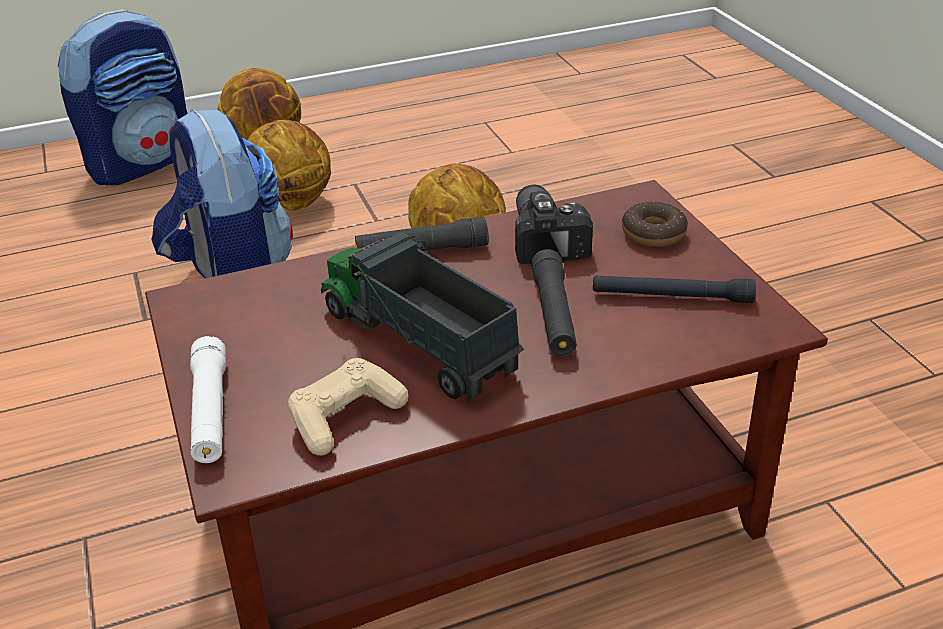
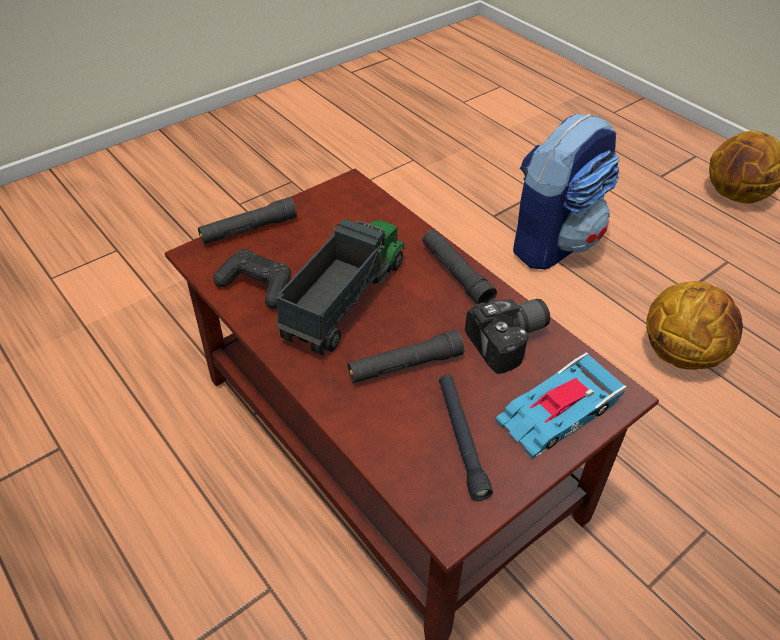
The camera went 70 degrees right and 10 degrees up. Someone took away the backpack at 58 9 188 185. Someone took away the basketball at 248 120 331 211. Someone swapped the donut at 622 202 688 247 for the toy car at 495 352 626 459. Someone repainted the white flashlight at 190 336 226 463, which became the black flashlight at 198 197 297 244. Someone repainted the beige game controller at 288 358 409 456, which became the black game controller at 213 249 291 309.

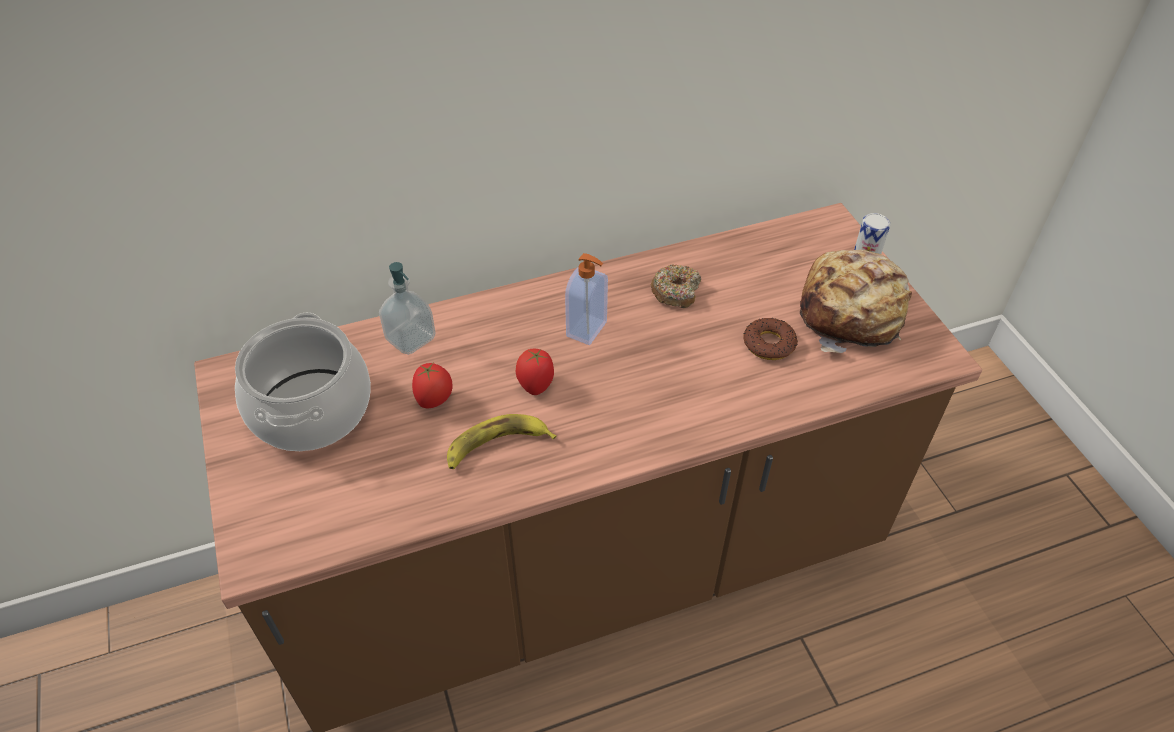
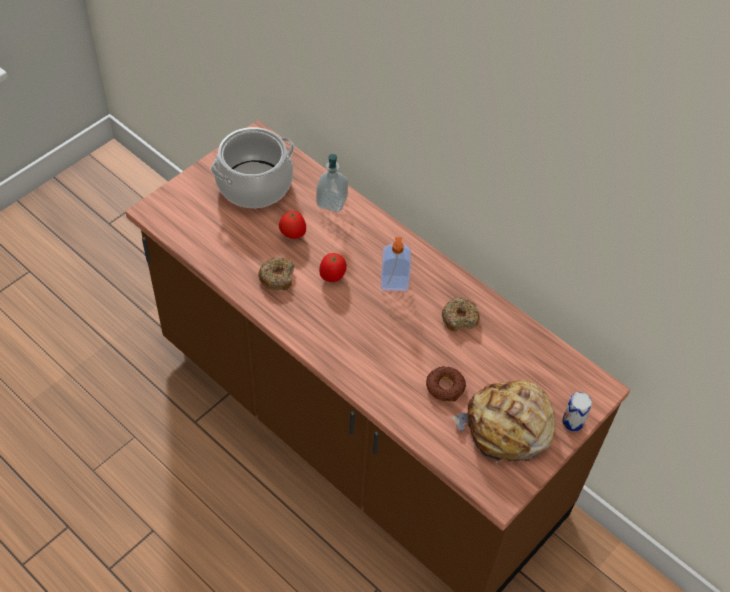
The camera went 60 degrees right and 5 degrees up. Someone swapped the banana at 447 414 557 469 for the donut at 258 257 294 290.

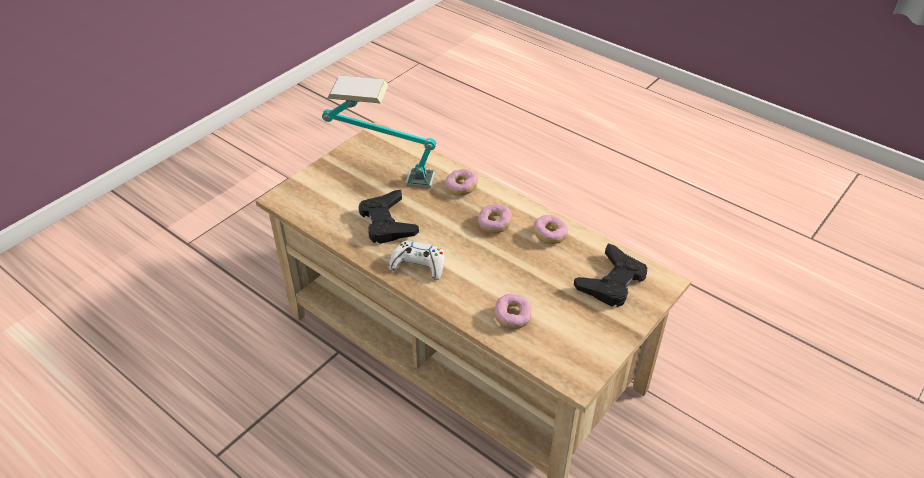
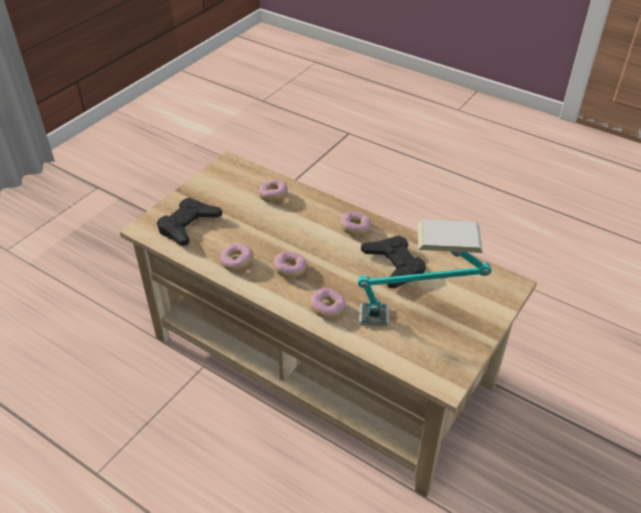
The camera went 175 degrees right and 0 degrees up. Someone swapped the white game controller at 389 241 444 280 for the donut at 340 212 371 236.

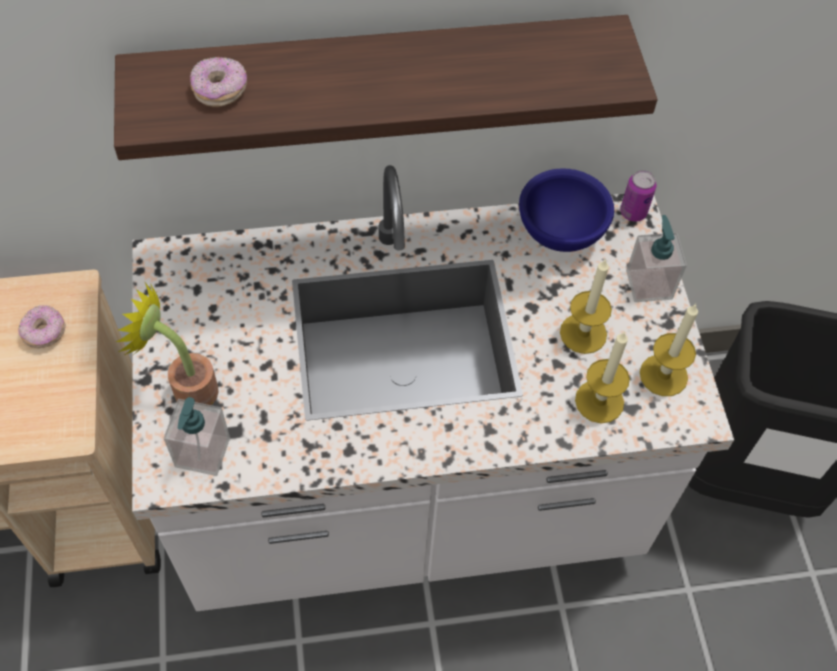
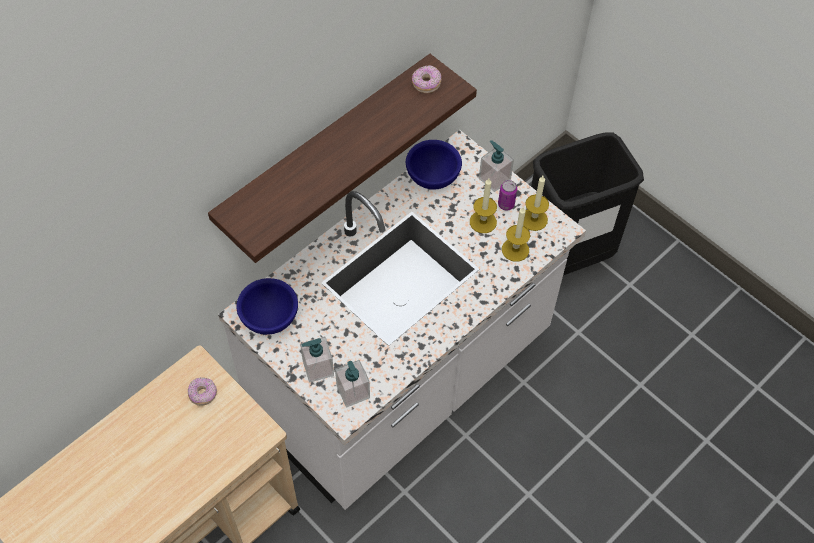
The camera went 35 degrees left and 0 degrees up. Someone put down the blue bowl at 236 278 298 335. Someone carried the donut from 190 57 247 107 to 412 65 441 93. Someone carried the can from 620 170 657 222 to 498 180 517 210. Someone swapped the potted plant at 116 281 219 405 for the soap dispenser at 300 336 334 383.

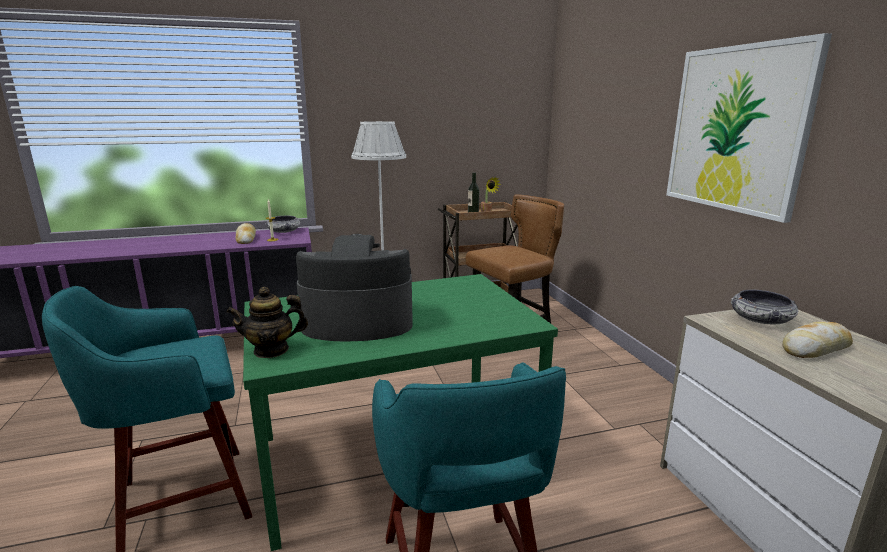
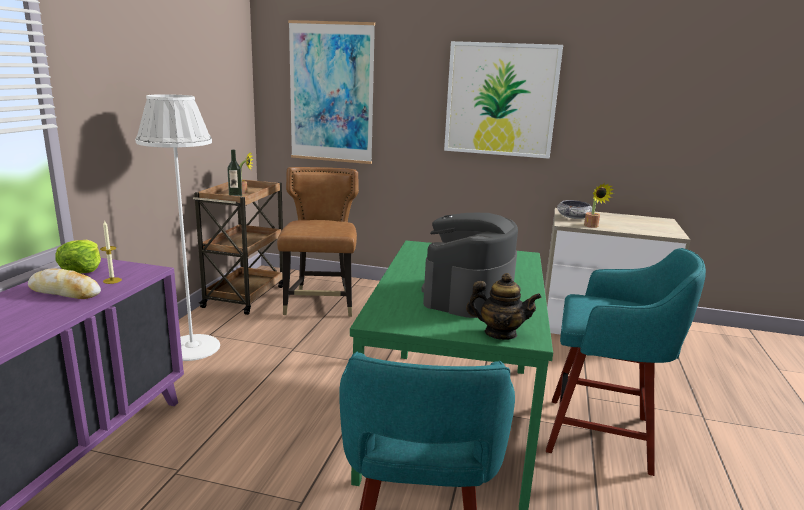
The camera went 60 degrees left and 0 degrees up. Someone took away the bread at 782 321 853 358. Someone put up the picture at 288 20 375 164. Someone put down the potted plant at 584 183 614 228. Someone swapped the bowl at 265 216 300 233 for the lettuce at 55 240 101 273. Someone rotated the teapot at 226 287 308 358 by 90 degrees counterclockwise.

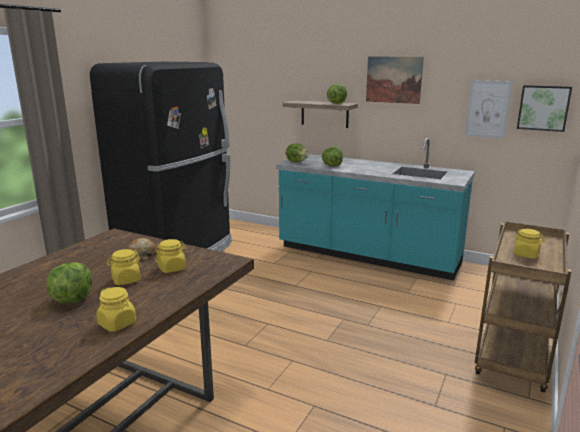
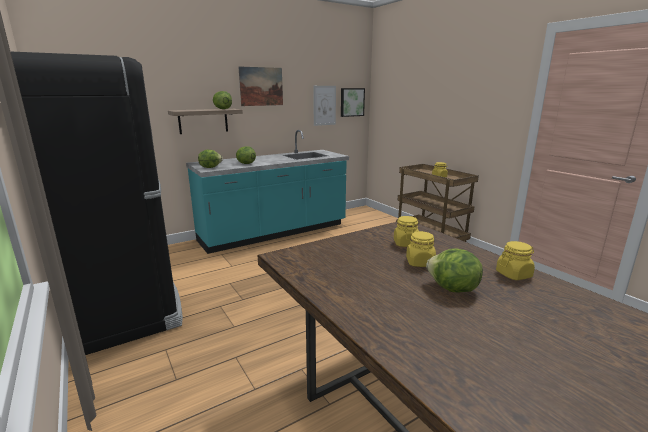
The camera went 60 degrees left and 0 degrees up. Someone took away the bread at 127 238 157 260.

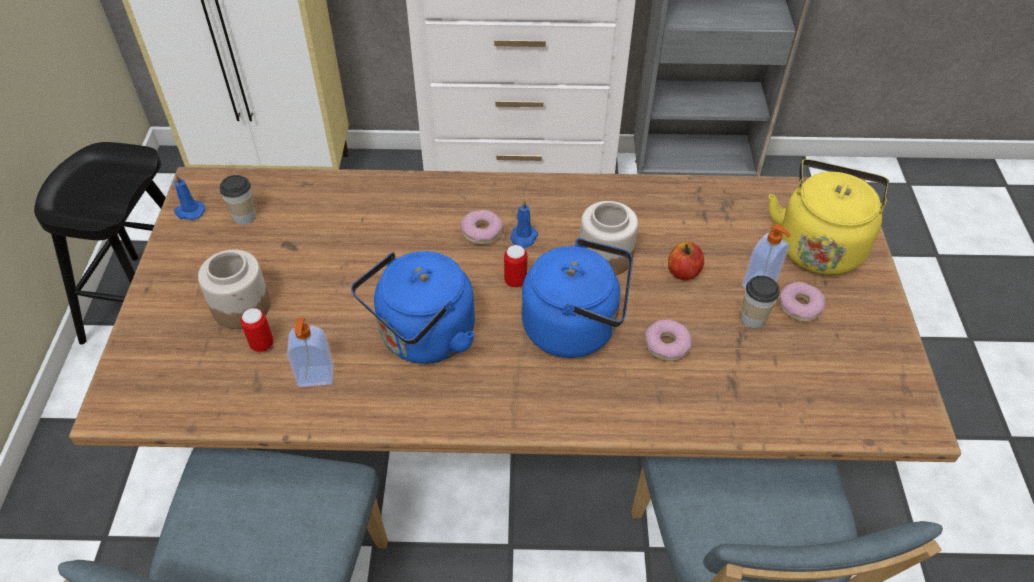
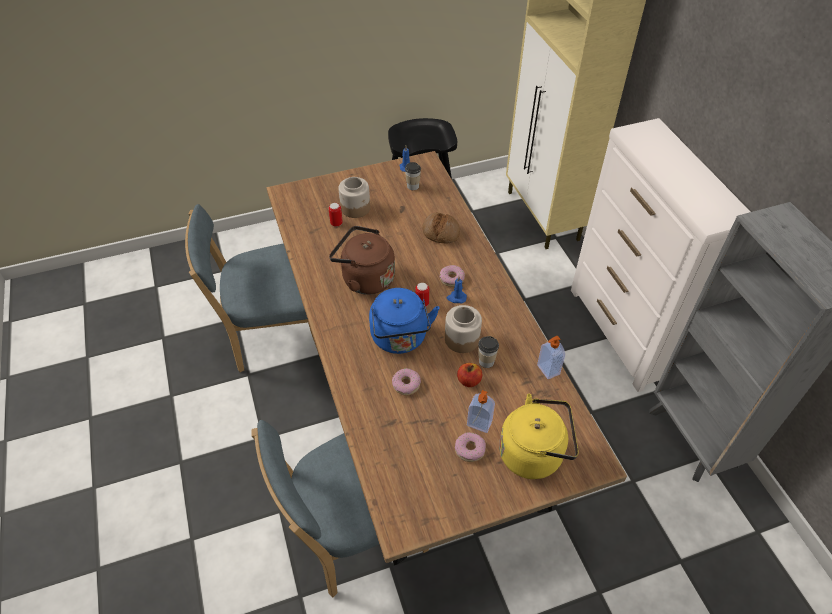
The camera went 70 degrees right and 0 degrees up. Someone put down the bread at 422 213 460 244. Someone carried the soap dispenser from 287 318 333 387 to 537 336 565 379. Someone carried the cup from 741 276 780 328 to 478 336 499 368. Someone repainted the blue kettle at 351 251 475 364, which became the brown kettle at 329 226 395 295.

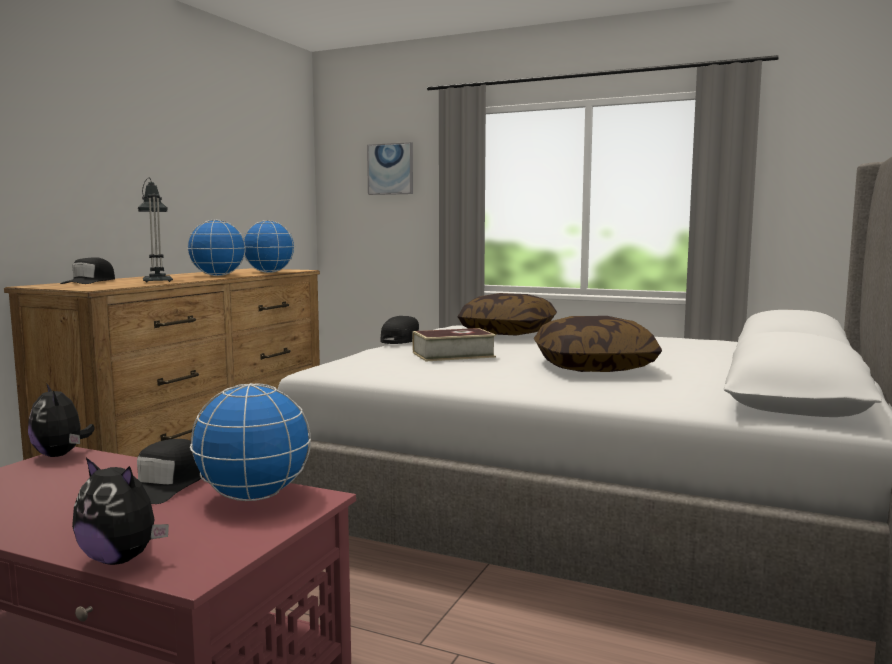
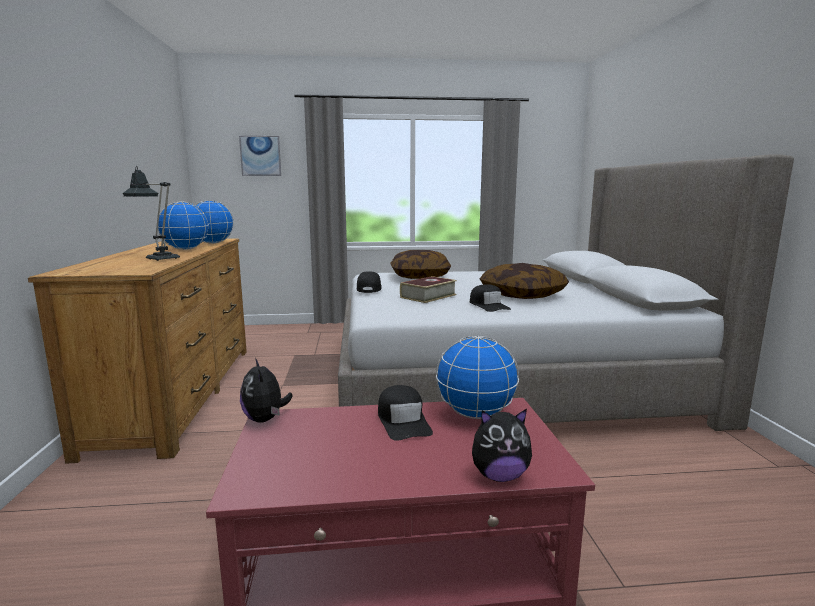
The camera went 30 degrees left and 5 degrees up. Someone carried the black cap from 60 257 115 284 to 470 284 511 312. Someone rotated the plush toy at 28 383 95 457 by 45 degrees clockwise.

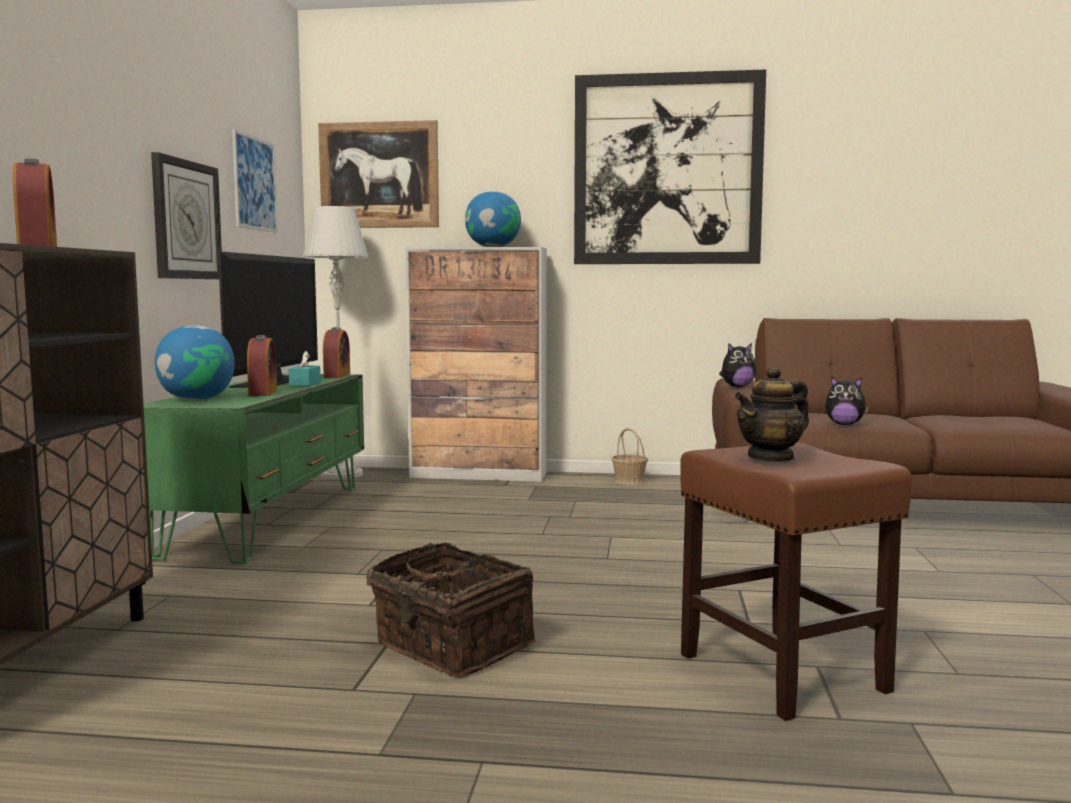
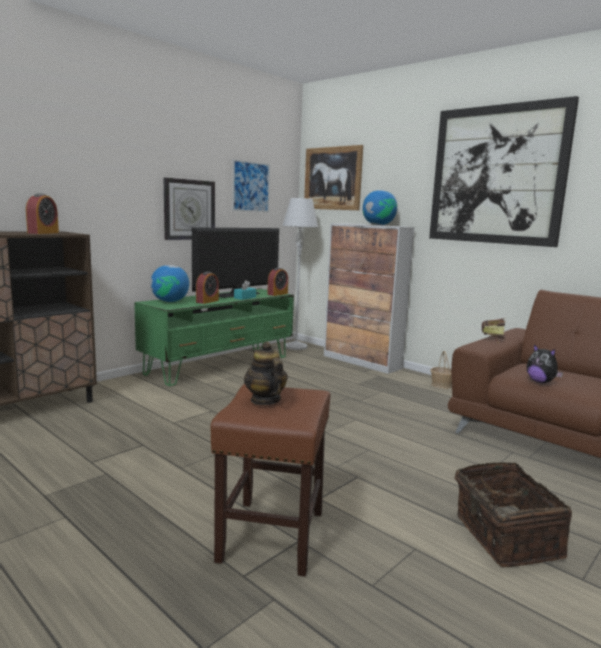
The camera went 35 degrees right and 5 degrees up. Someone carried the basket from 367 542 535 678 to 455 462 572 567. Someone swapped the plush toy at 719 343 756 388 for the book at 482 318 506 343. Someone rotated the teapot at 734 365 809 463 by 60 degrees clockwise.

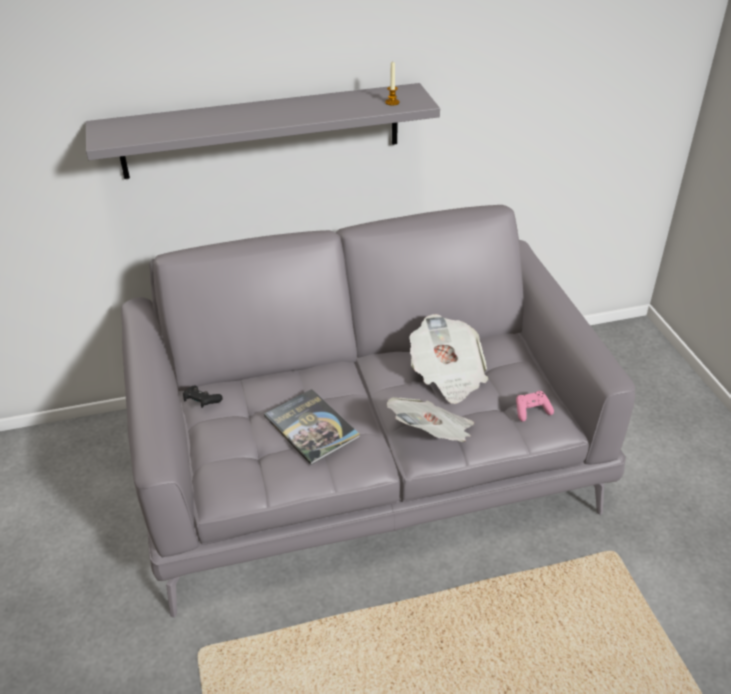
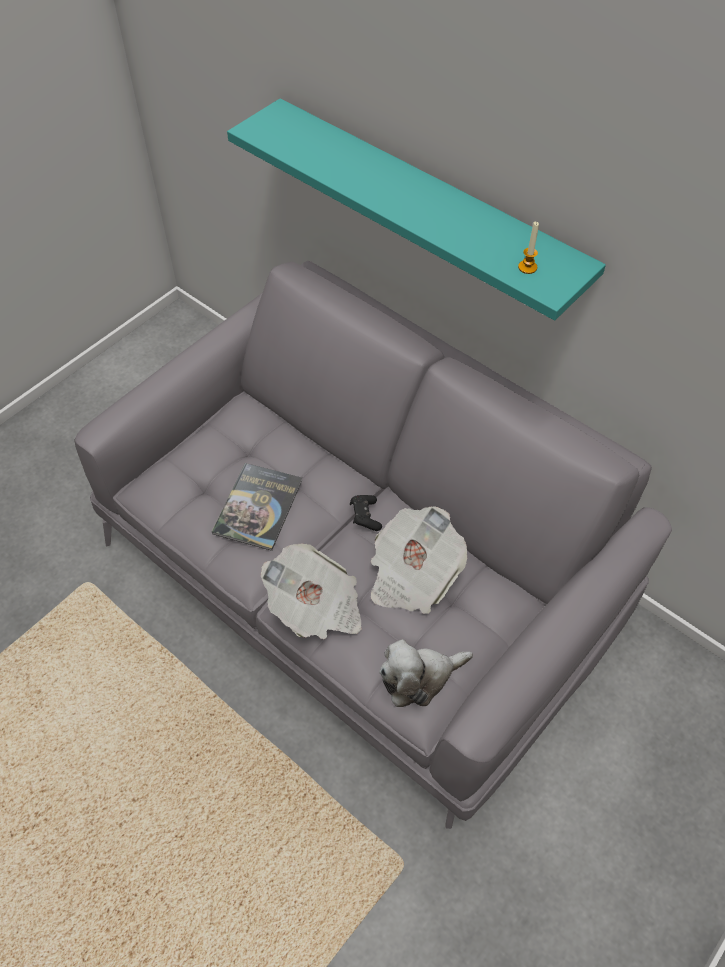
The camera went 55 degrees right and 15 degrees up. Someone carried the black game controller from 183 385 223 408 to 350 495 382 531. Someone swapped the pink game controller at 516 391 554 422 for the plush toy at 379 639 473 707. Someone repainted the grey shelf at 86 83 440 179, which became the turquoise shelf at 227 98 606 321.

